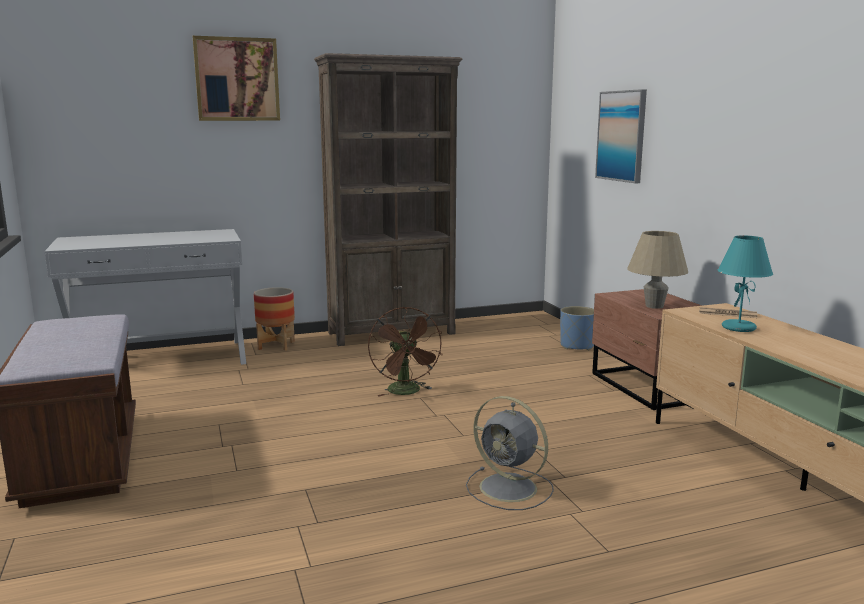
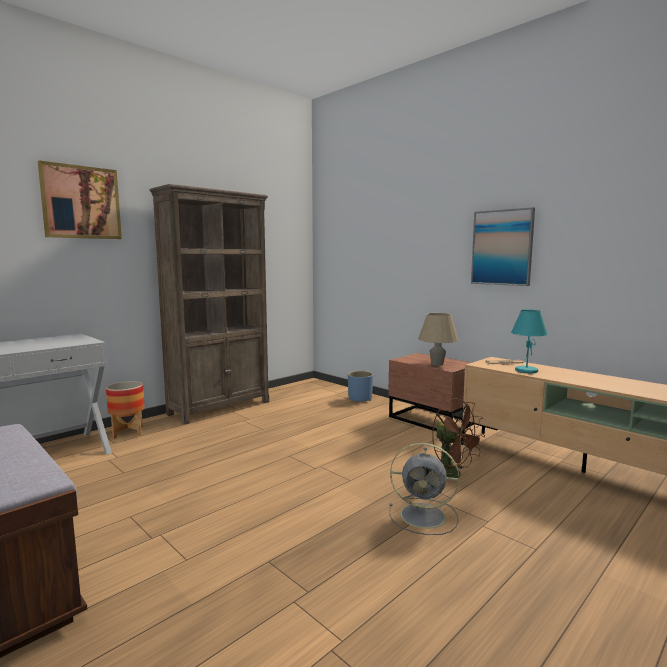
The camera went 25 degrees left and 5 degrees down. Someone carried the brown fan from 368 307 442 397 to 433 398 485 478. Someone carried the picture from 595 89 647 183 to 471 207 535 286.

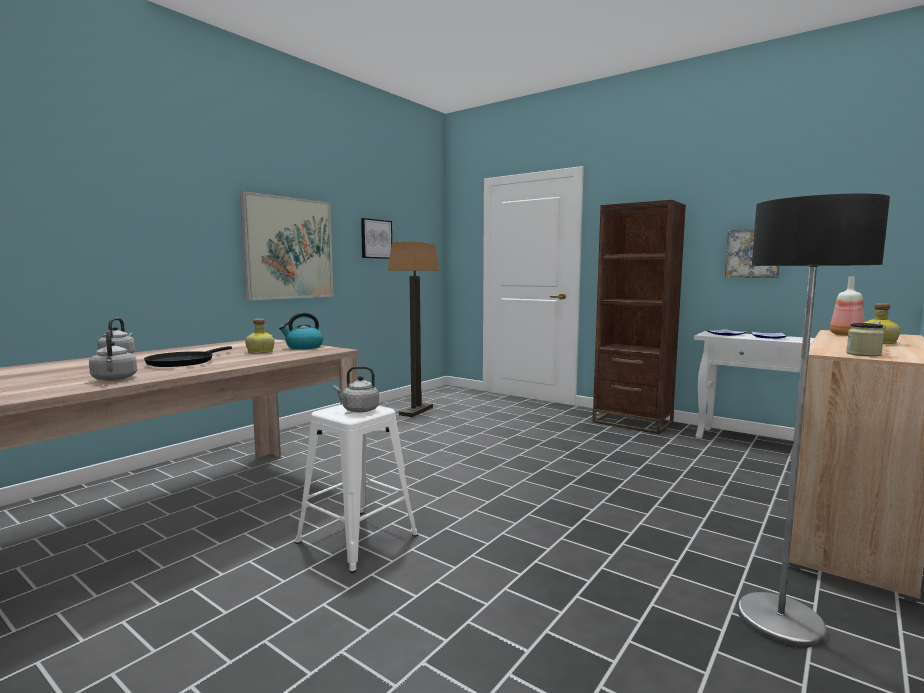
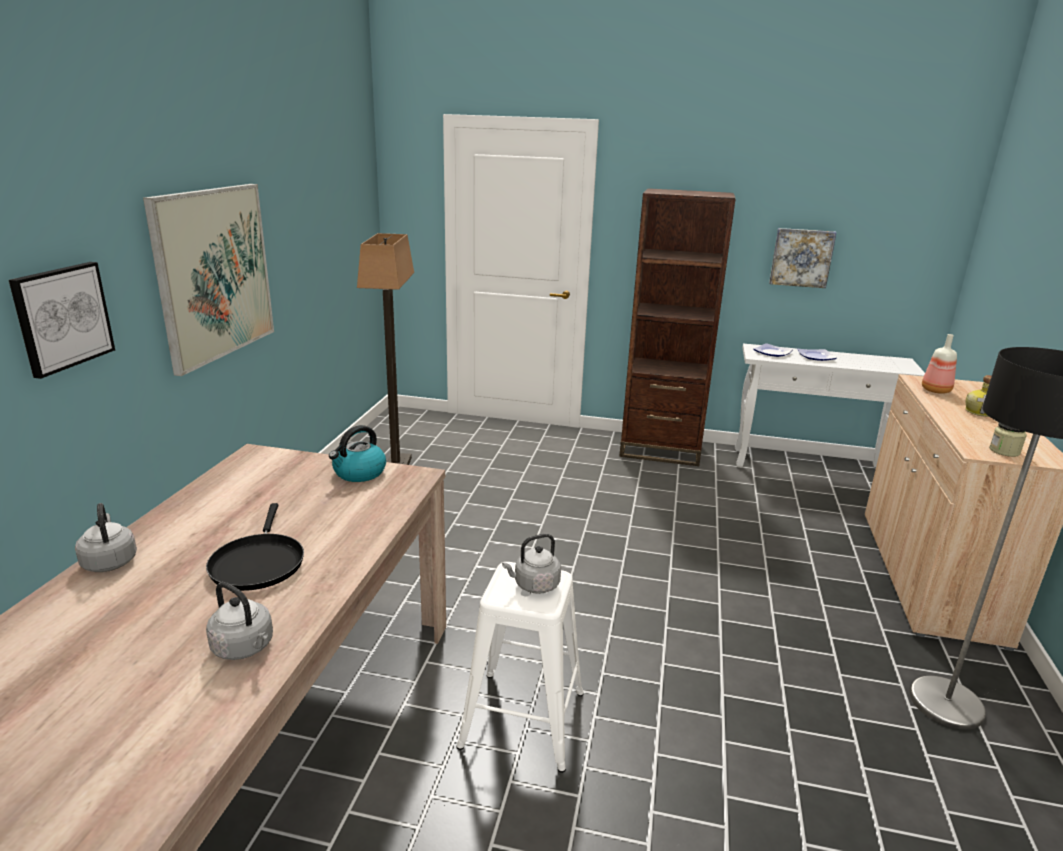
The camera went 25 degrees left and 15 degrees up. Someone took away the bottle at 245 319 275 353. Someone carried the picture from 361 218 392 259 to 9 262 115 379.

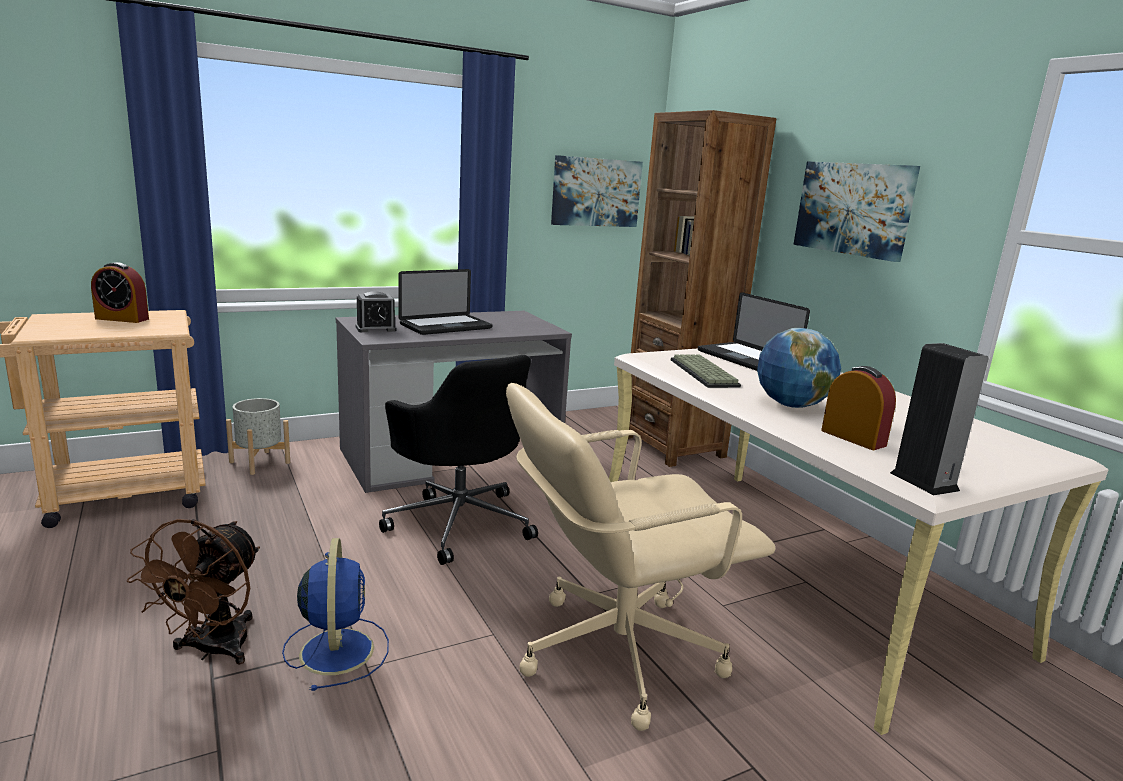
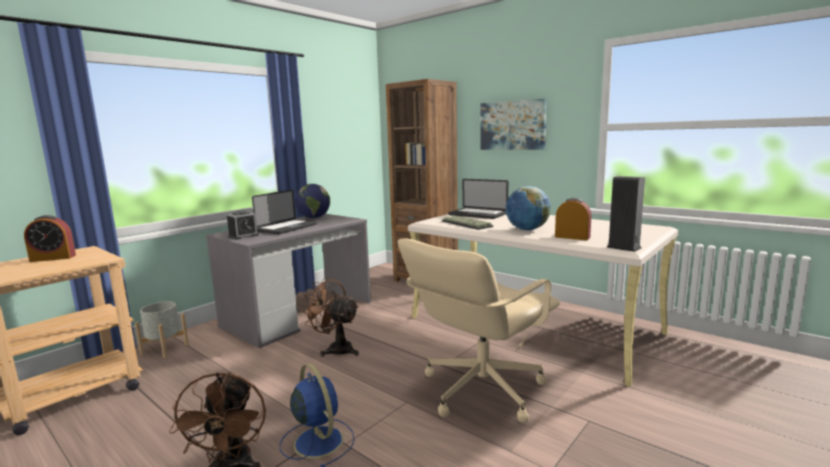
The camera went 20 degrees left and 5 degrees down. Someone took away the picture at 551 155 643 227. Someone put down the globe at 295 184 330 218. Someone swapped the black office chair at 379 355 538 565 for the brown fan at 301 278 359 357.

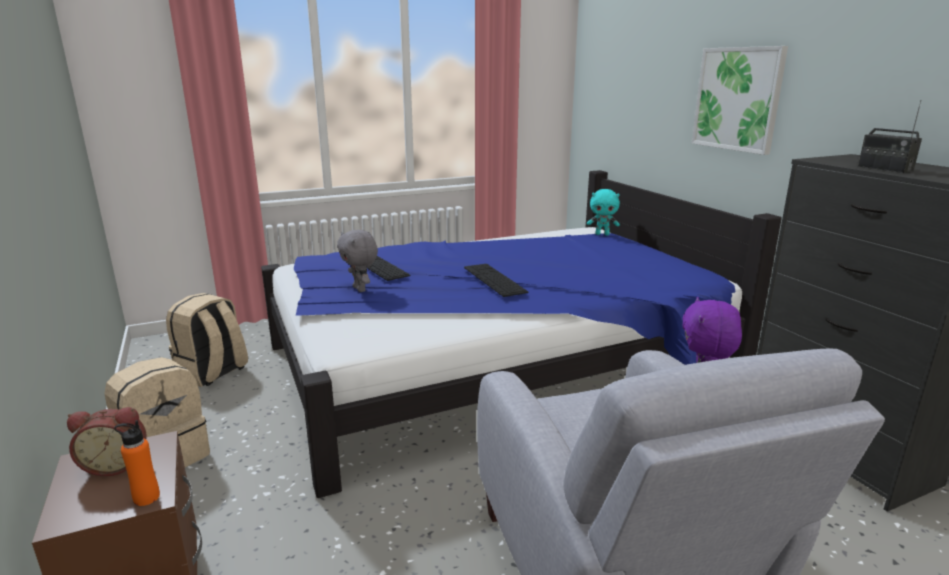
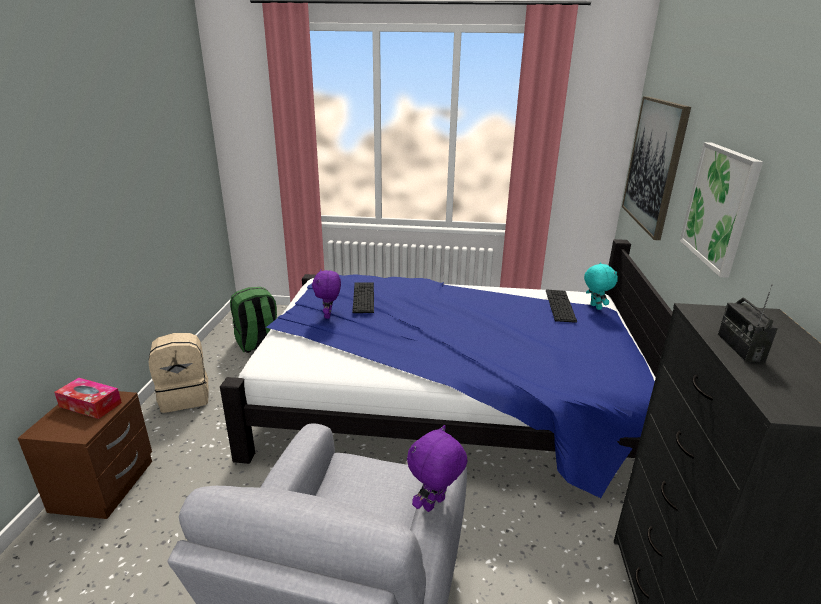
The camera went 30 degrees right and 5 degrees up. Someone took away the orange bottle at 114 420 160 506. Someone put up the picture at 622 96 691 240. Someone carried the keyboard from 464 264 528 297 to 546 289 577 323. Someone swapped the alarm clock at 67 407 146 476 for the tissue box at 54 378 122 419. Someone repainted the beige backpack at 166 293 248 387, which became the green backpack at 230 287 277 353. Someone repainted the grey plush toy at 337 230 378 292, which became the purple plush toy at 312 269 341 319. Someone rotated the turquoise plush toy at 587 189 620 235 by 150 degrees counterclockwise.

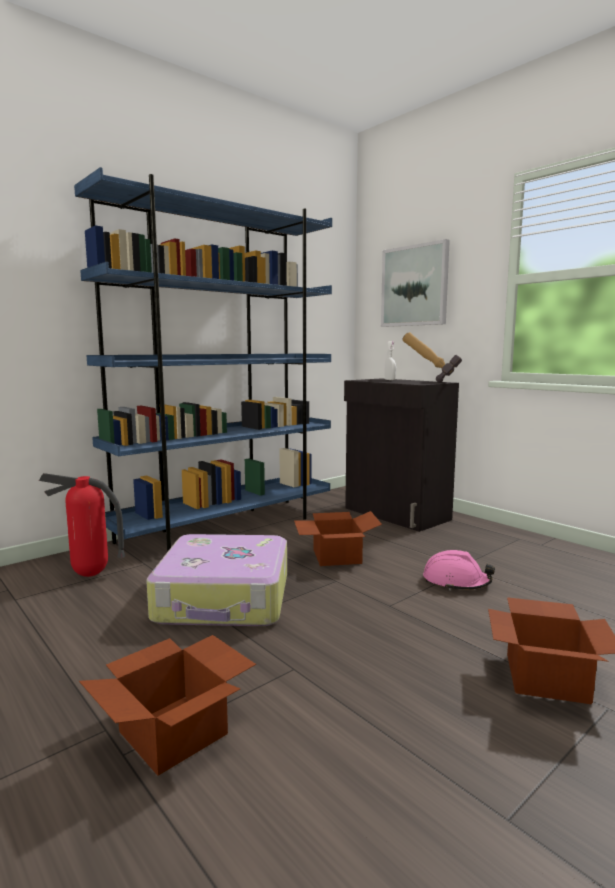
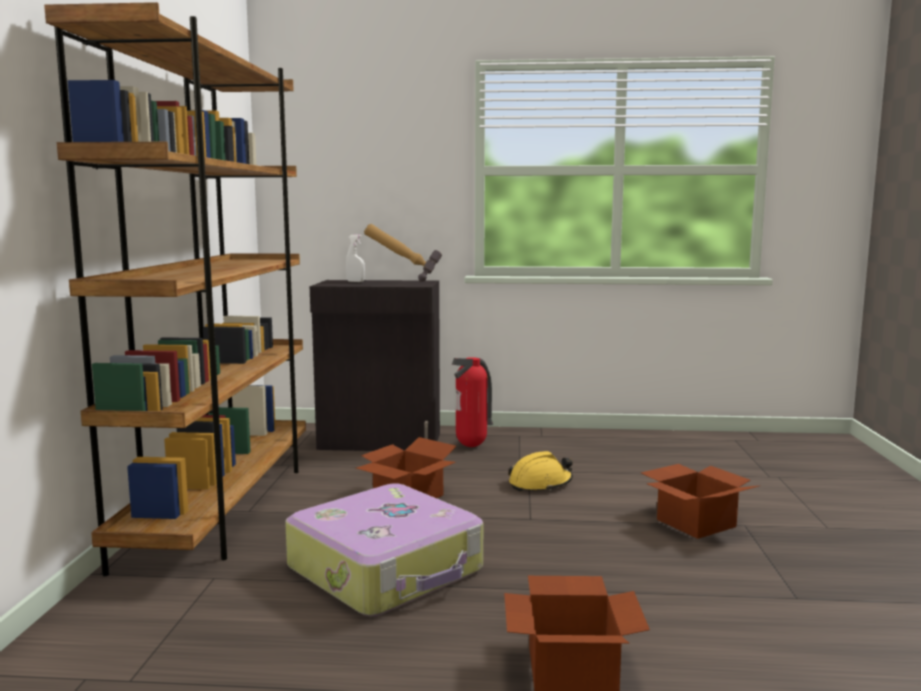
The camera went 45 degrees left and 0 degrees up. Someone took away the picture at 381 239 450 327. Someone carried the fire extinguisher from 39 473 126 577 to 452 357 493 447. Someone repainted the blue bookcase at 74 167 332 552, which became the brown bookcase at 44 2 306 576. Someone repainted the pink hard hat at 423 550 495 591, which became the yellow hard hat at 508 451 573 491.

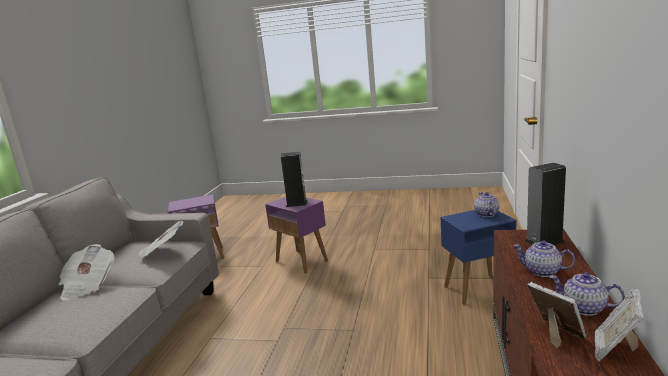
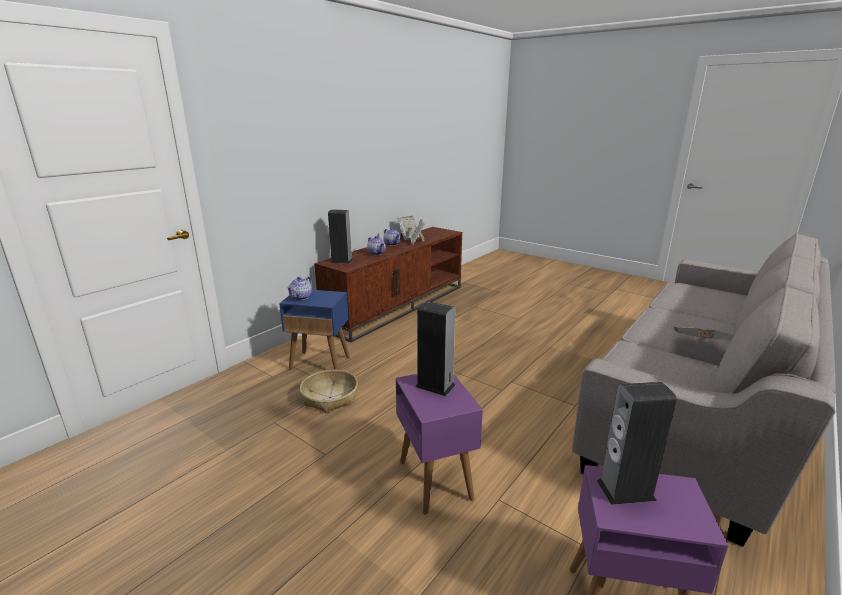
The camera went 155 degrees left and 5 degrees up. Someone took away the newspaper at 139 221 183 259. Someone put down the basket at 300 370 358 413. Someone put down the speaker at 597 382 677 505.

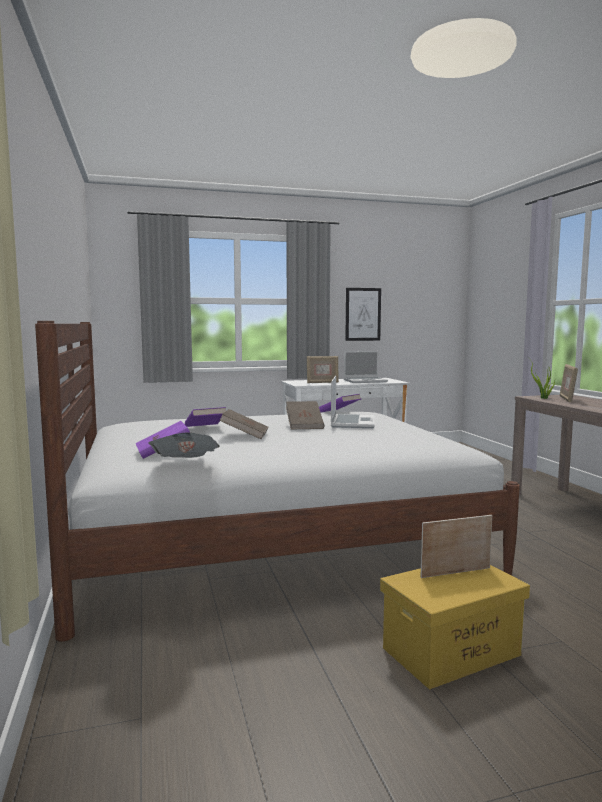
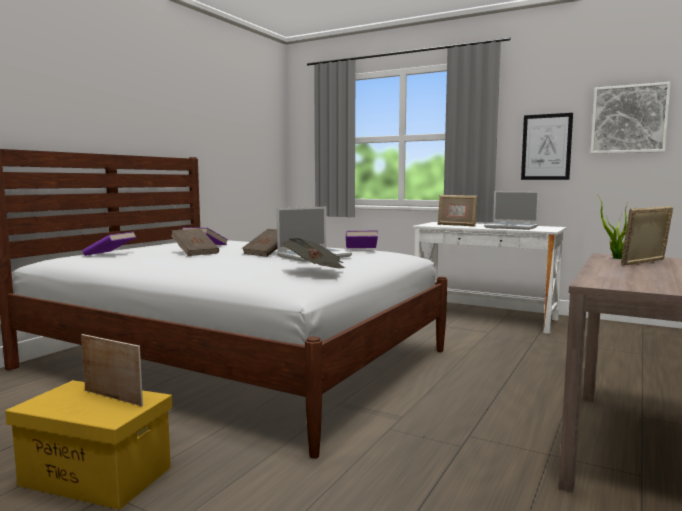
The camera went 45 degrees right and 0 degrees up. Someone put up the picture at 591 82 671 154. Someone carried the newspaper from 148 432 220 458 to 282 238 345 268.

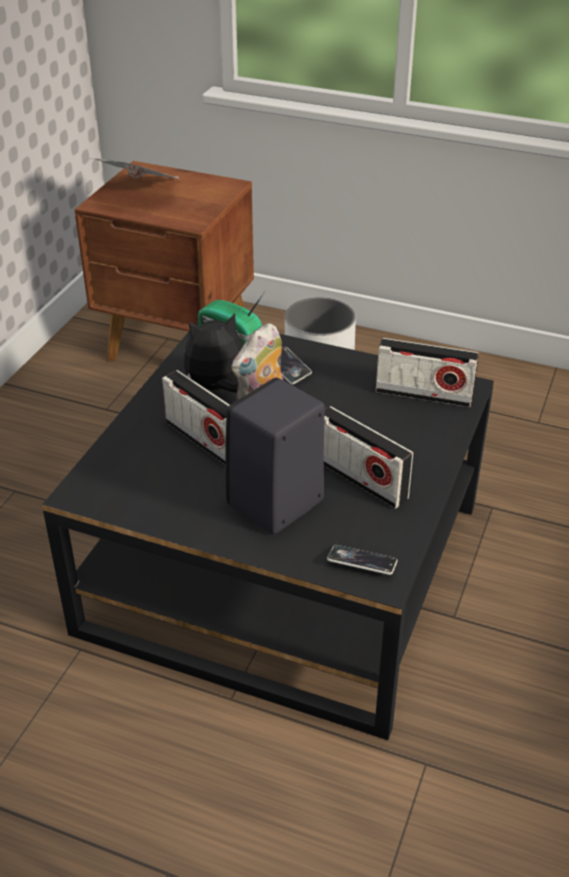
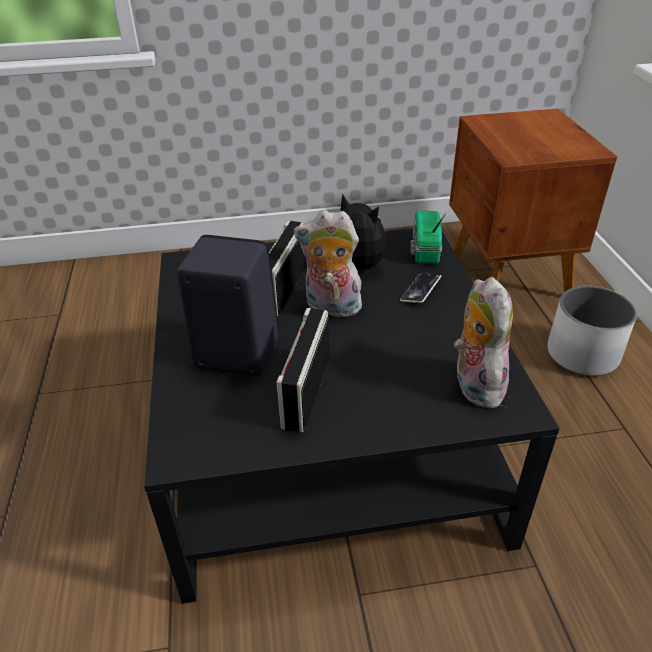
The camera went 60 degrees right and 0 degrees up. Someone took away the newspaper at 86 158 179 179. Someone took away the phone at 327 545 398 575. Someone swapped the radio at 376 338 479 407 for the plush toy at 454 277 513 409.

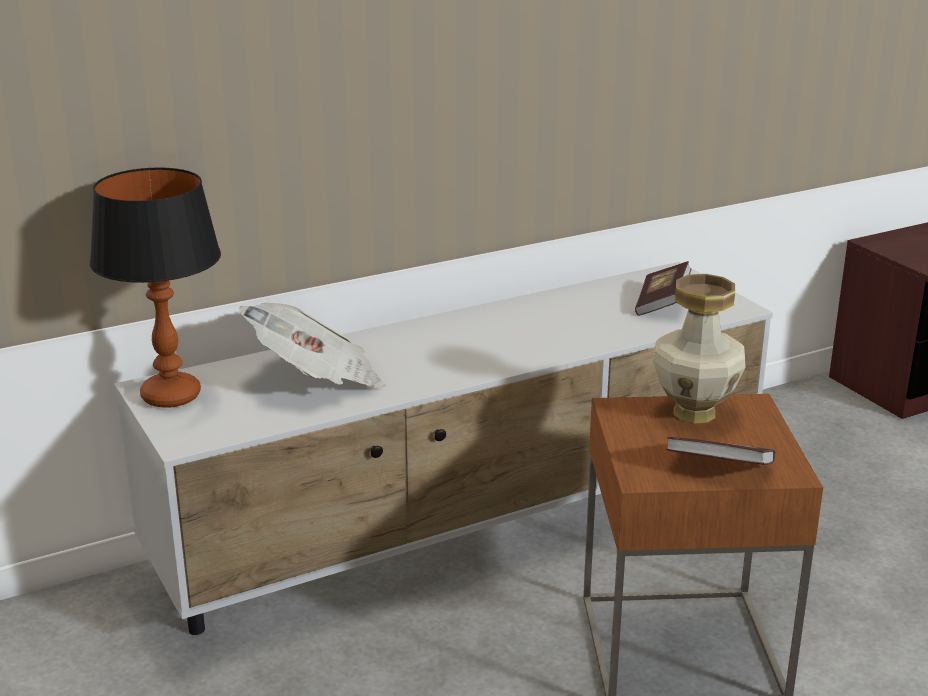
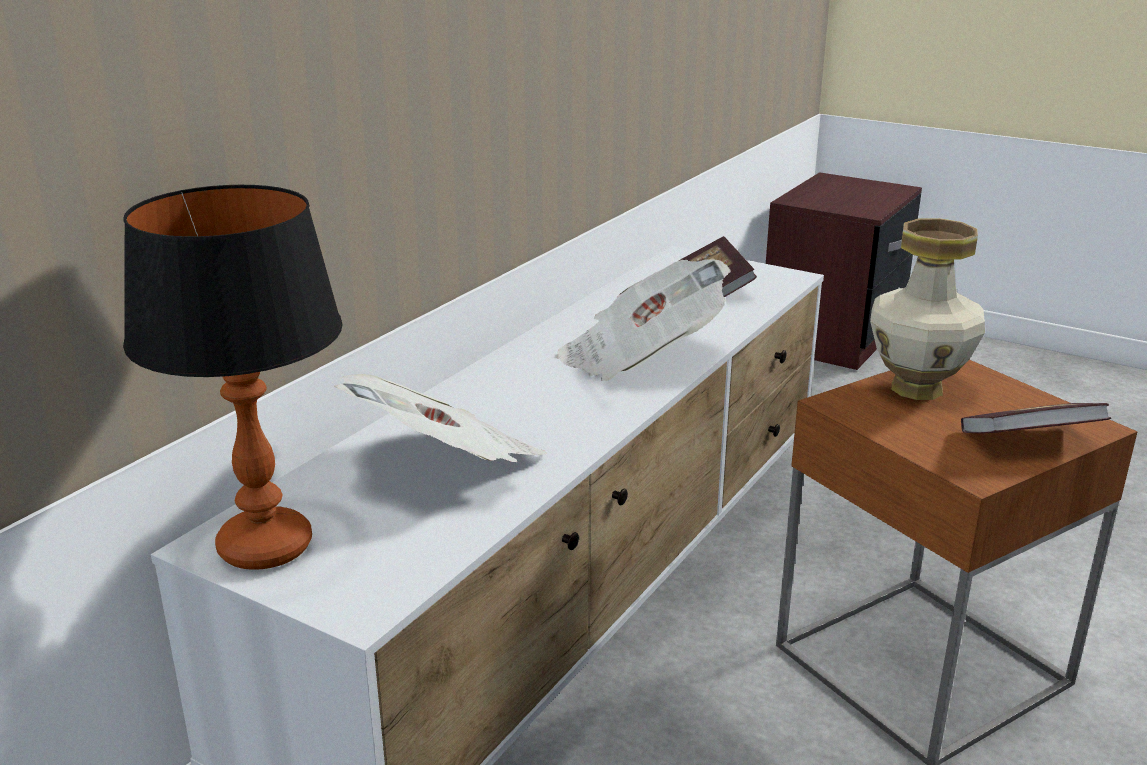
The camera went 30 degrees left and 0 degrees up. Someone put down the newspaper at 557 259 731 381.

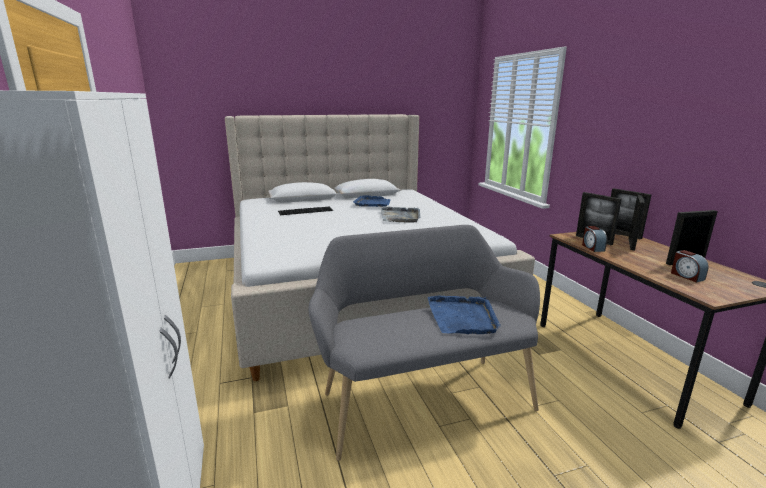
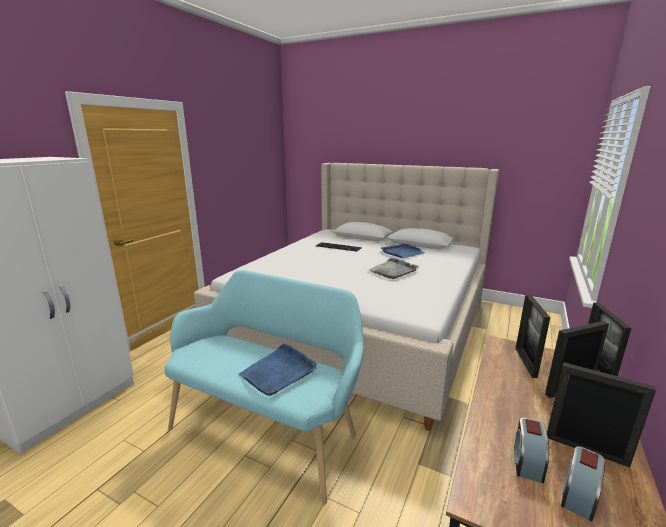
The camera went 45 degrees right and 0 degrees up. Someone carried the alarm clock from 582 226 607 252 to 561 446 605 521. Someone repainted the grey bench at 308 225 540 461, which became the turquoise bench at 164 270 364 504.

